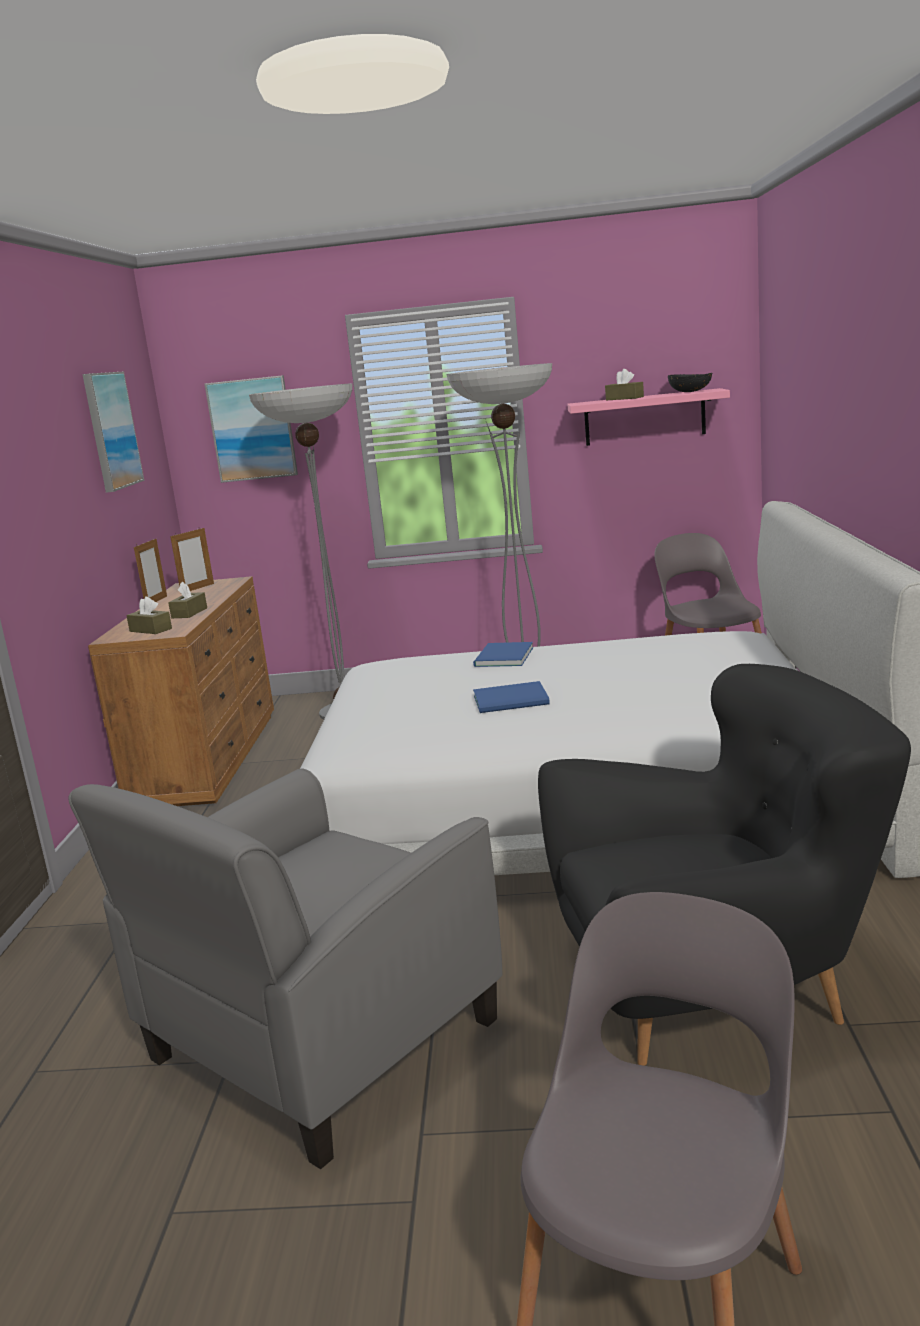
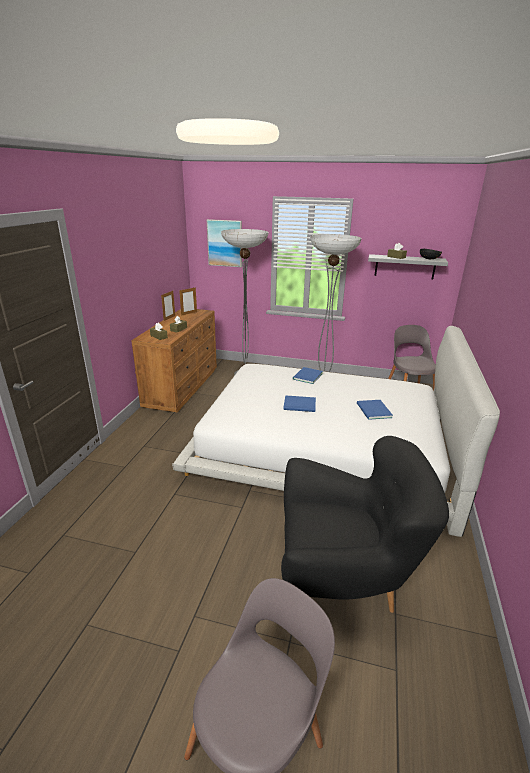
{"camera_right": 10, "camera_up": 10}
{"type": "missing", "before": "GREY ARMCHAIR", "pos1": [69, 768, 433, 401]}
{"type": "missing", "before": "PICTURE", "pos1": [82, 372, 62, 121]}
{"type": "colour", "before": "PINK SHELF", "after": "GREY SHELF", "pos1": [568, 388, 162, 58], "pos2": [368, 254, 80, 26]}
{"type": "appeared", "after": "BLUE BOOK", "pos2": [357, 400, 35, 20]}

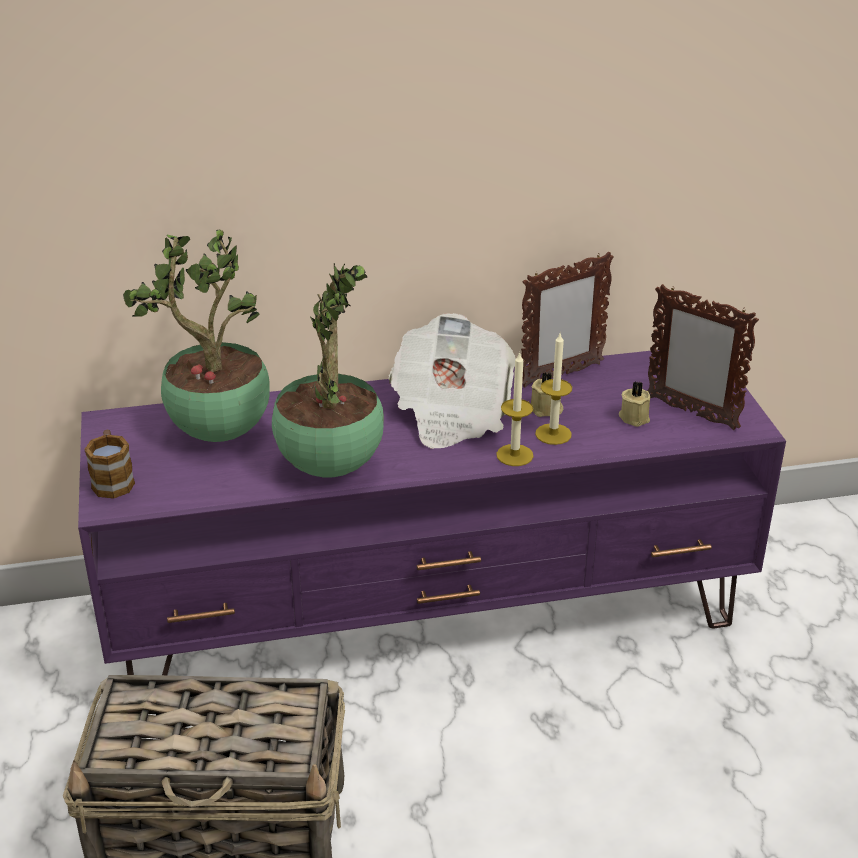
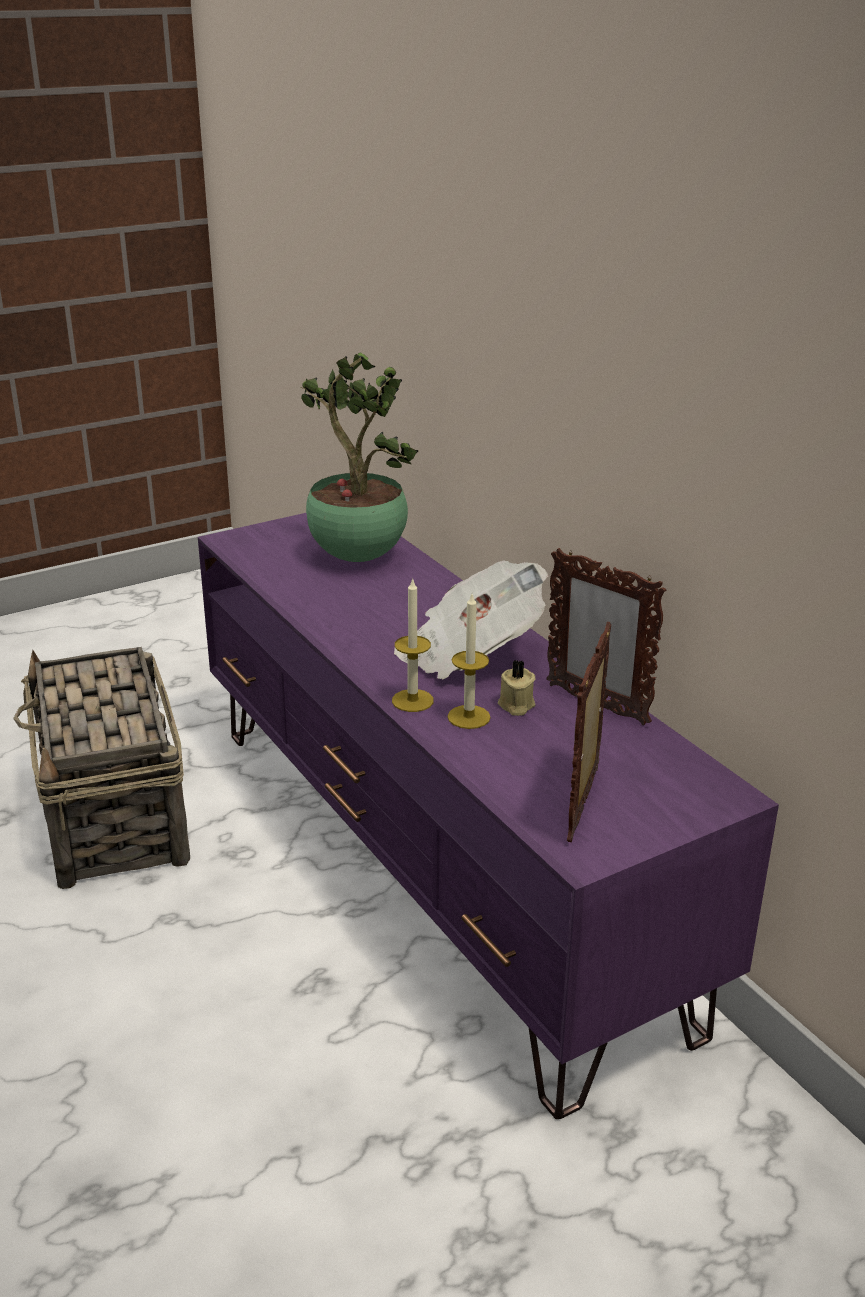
{"camera_right": 70, "camera_up": -5}
{"type": "missing", "before": "MUG", "pos1": [84, 430, 51, 69]}
{"type": "missing", "before": "POTTED PLANT", "pos1": [272, 263, 112, 214]}
{"type": "missing", "before": "BEIGE CANDLE", "pos1": [619, 381, 31, 46]}

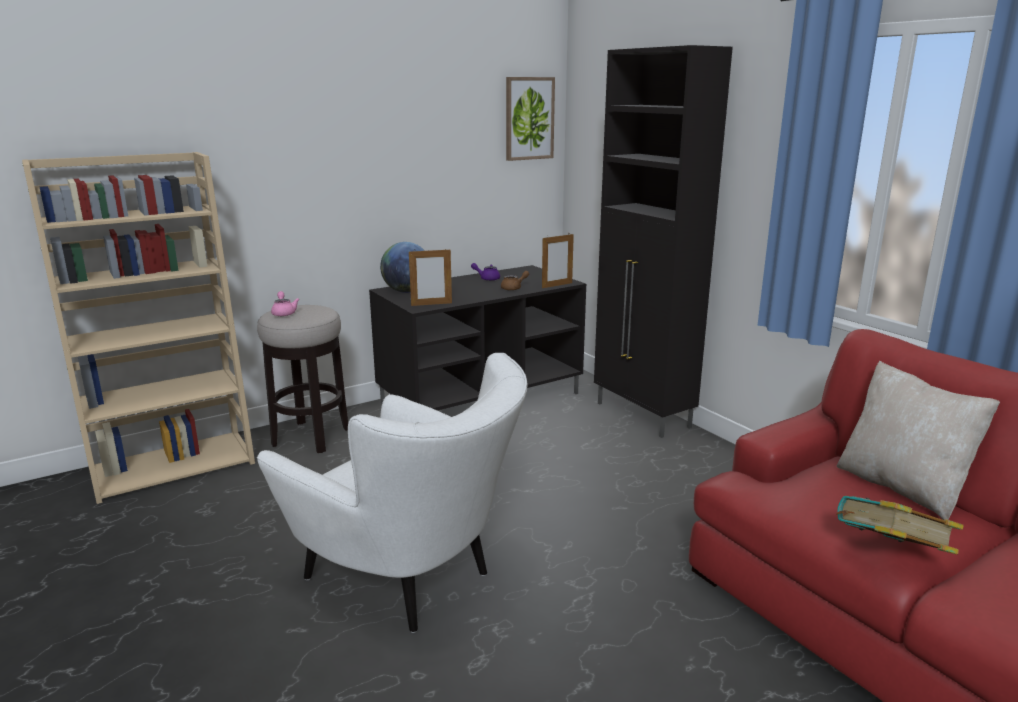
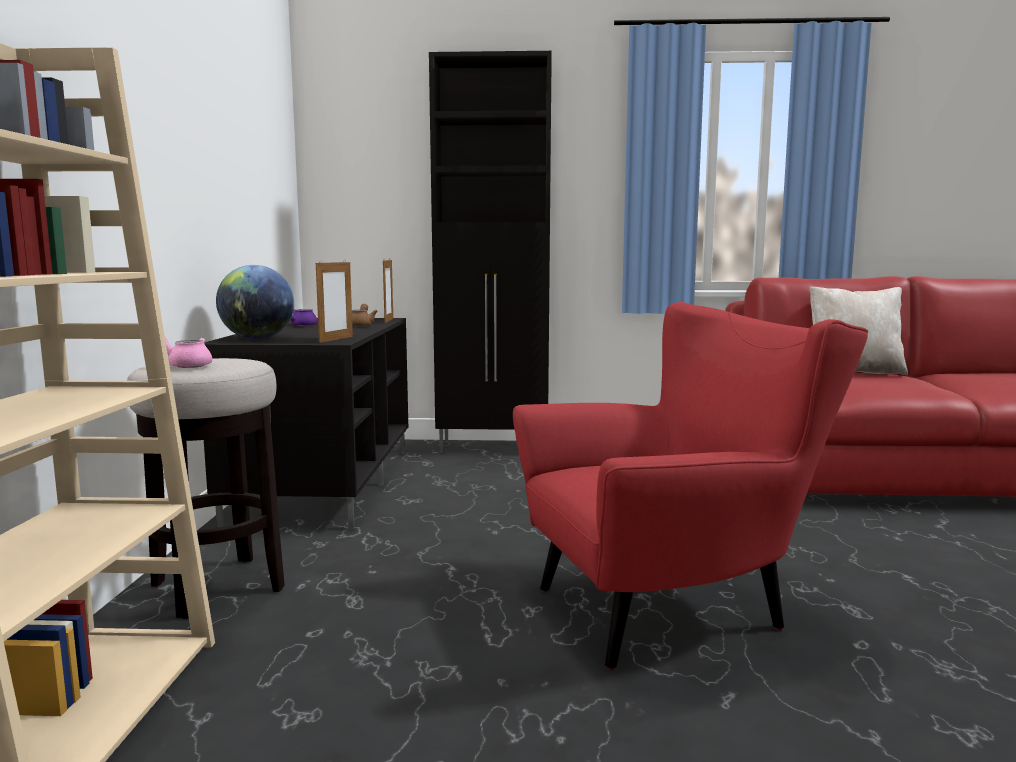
{"camera_right": -55, "camera_up": -10}
{"type": "colour", "before": "WHITE ARMCHAIR", "after": "RED ARMCHAIR", "pos1": [257, 353, 271, 280], "pos2": [513, 302, 355, 368]}
{"type": "missing", "before": "PICTURE", "pos1": [506, 77, 49, 84]}
{"type": "missing", "before": "BOOK", "pos1": [836, 496, 128, 59]}

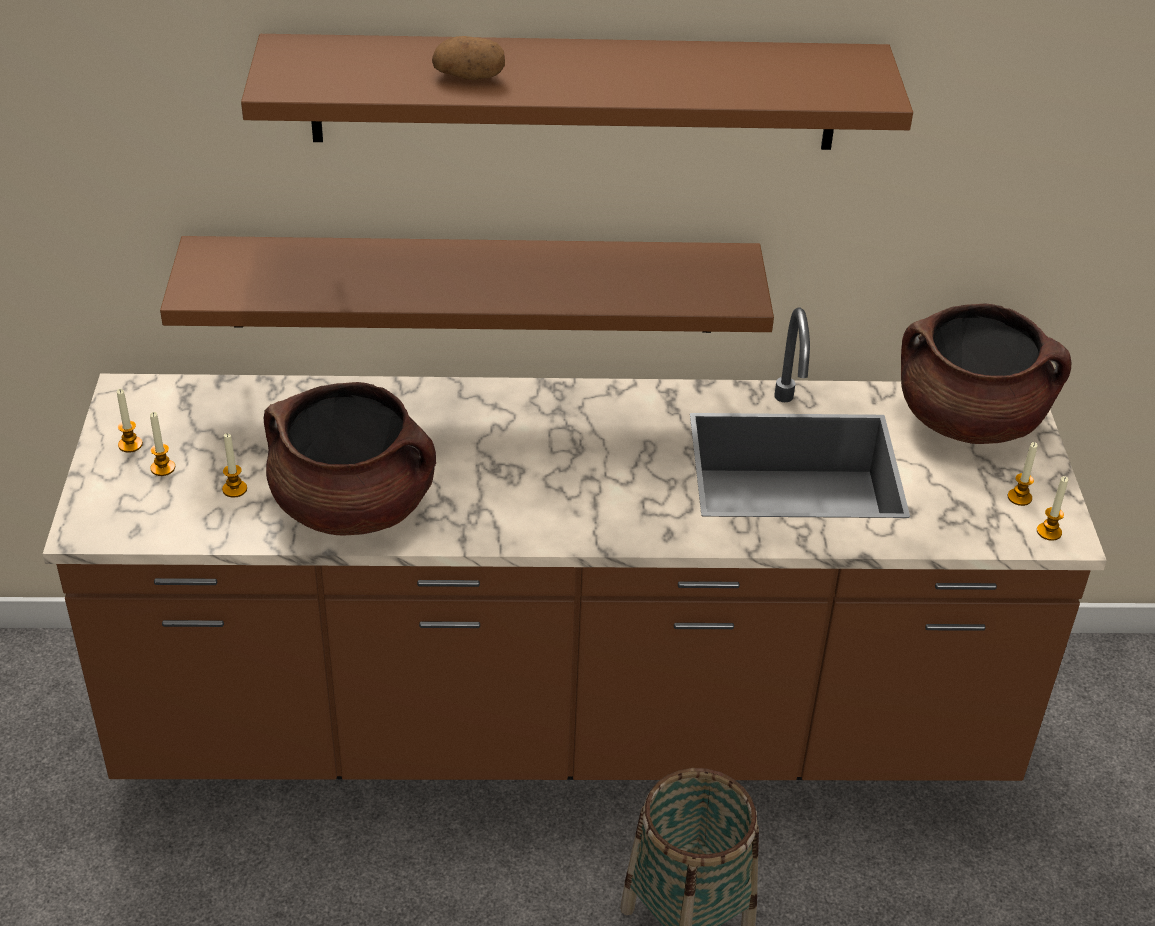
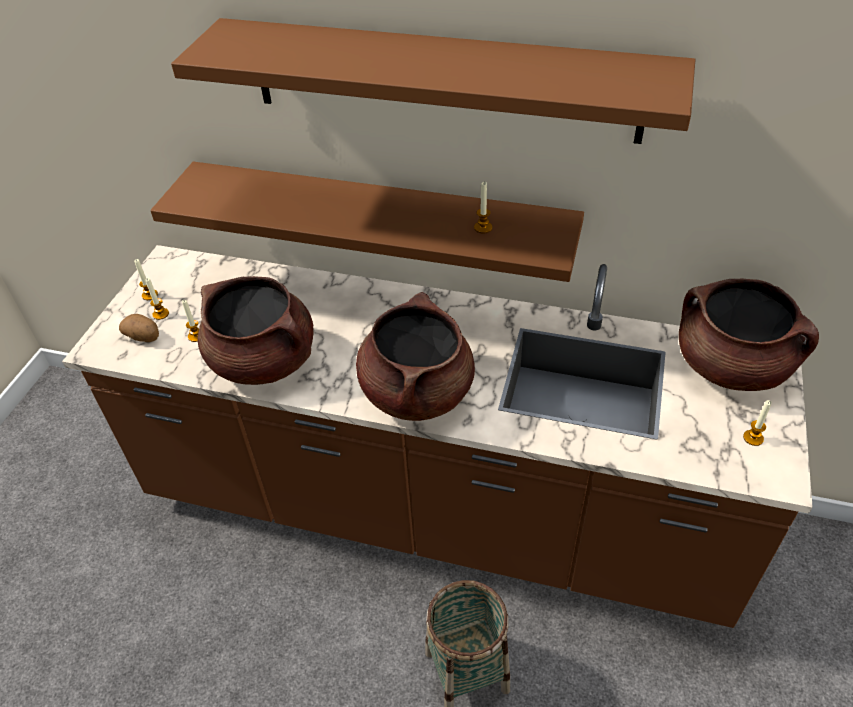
{"camera_right": 20, "camera_up": 5}
{"type": "relocated", "before": "POTATO", "pos1": [432, 36, 73, 44], "pos2": [119, 314, 40, 28]}
{"type": "relocated", "before": "CANDLE", "pos1": [1037, 476, 31, 65], "pos2": [474, 182, 18, 52]}
{"type": "appeared", "after": "BROWN COOKING POT", "pos2": [356, 292, 119, 129]}

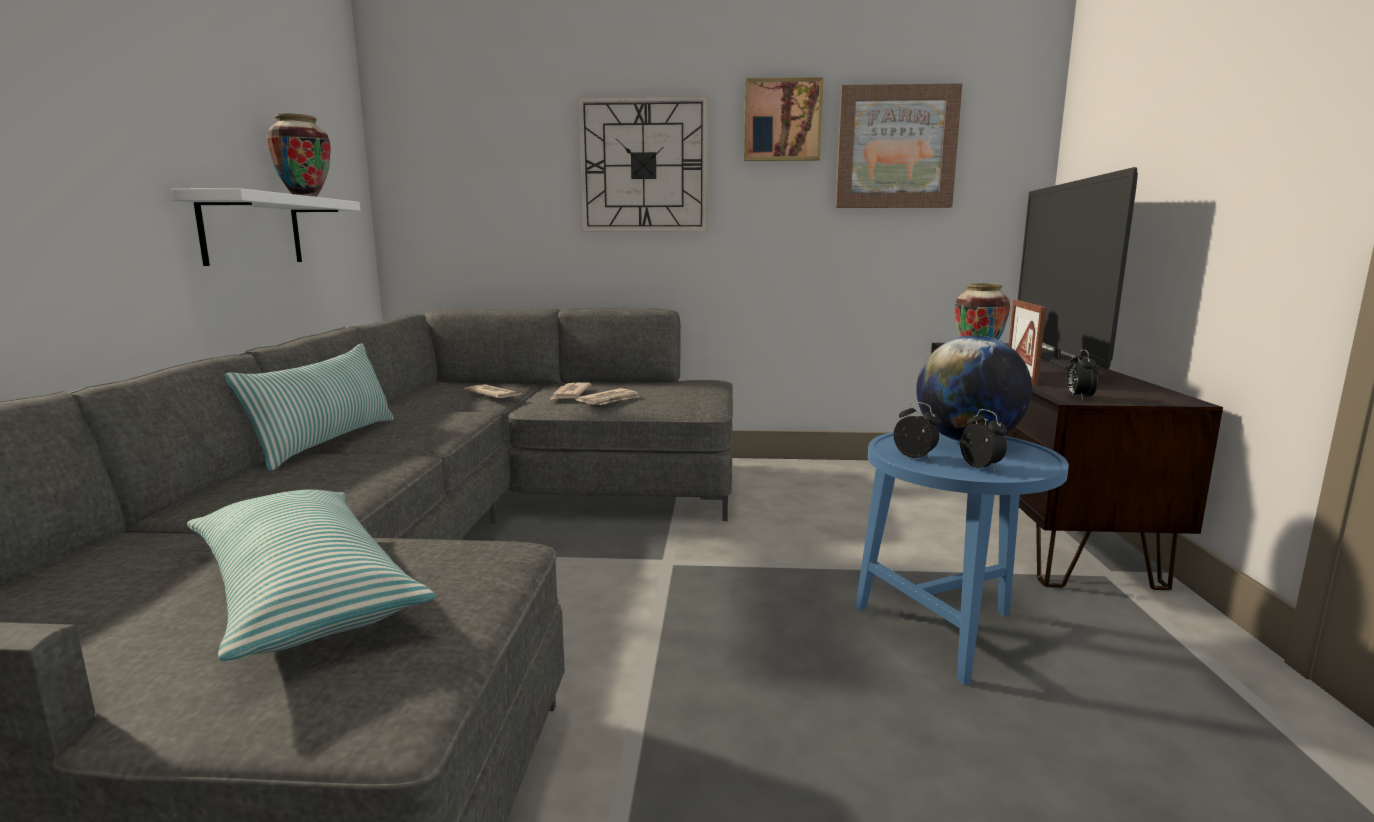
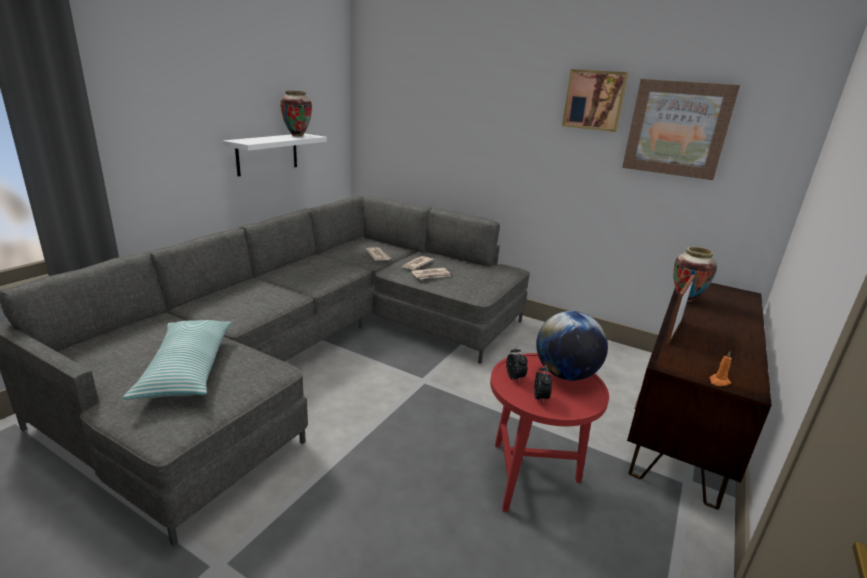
{"camera_right": 25, "camera_up": 10}
{"type": "missing", "before": "PILLOW", "pos1": [224, 343, 170, 128]}
{"type": "missing", "before": "WALL CLOCK", "pos1": [578, 96, 130, 135]}
{"type": "colour", "before": "BLUE SIDE TABLE", "after": "RED SIDE TABLE", "pos1": [855, 432, 214, 253], "pos2": [490, 353, 119, 159]}
{"type": "missing", "before": "TELEVISION", "pos1": [1018, 167, 120, 202]}
{"type": "missing", "before": "ALARM CLOCK", "pos1": [1066, 349, 32, 51]}
{"type": "appeared", "after": "ORANGE CANDLE", "pos2": [710, 351, 22, 35]}

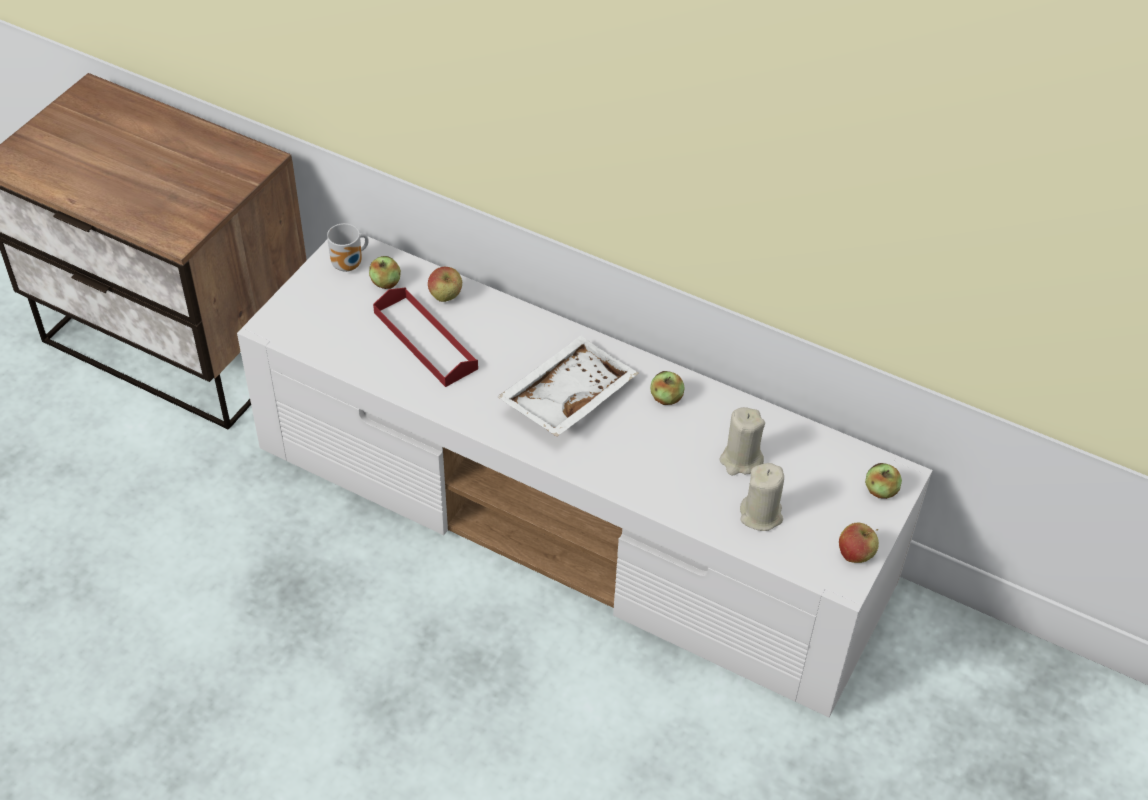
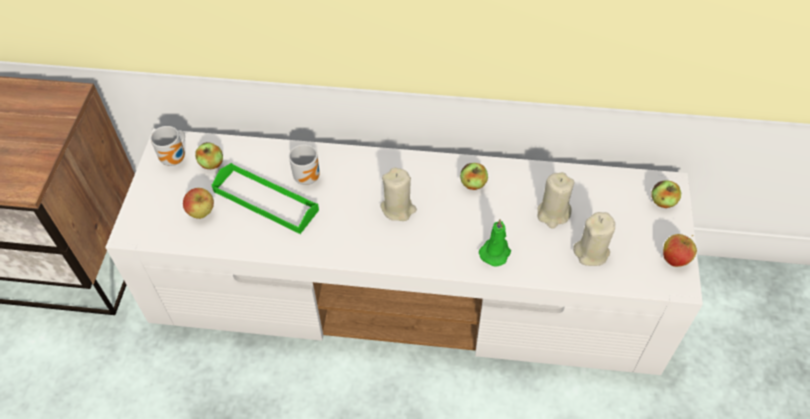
{"camera_right": -20, "camera_up": 5}
{"type": "colour", "before": "RED TRAY", "after": "GREEN TRAY", "pos1": [373, 287, 105, 100], "pos2": [212, 163, 107, 71]}
{"type": "relocated", "before": "APPLE", "pos1": [428, 267, 34, 35], "pos2": [183, 188, 31, 31]}
{"type": "exchanged", "before": "WHITE TRAY", "after": "BEIGE CANDLE", "pos1": [497, 335, 142, 102], "pos2": [380, 168, 37, 53]}
{"type": "appeared", "after": "MUG", "pos2": [289, 144, 31, 41]}
{"type": "appeared", "after": "GREEN CANDLE", "pos2": [479, 219, 32, 47]}

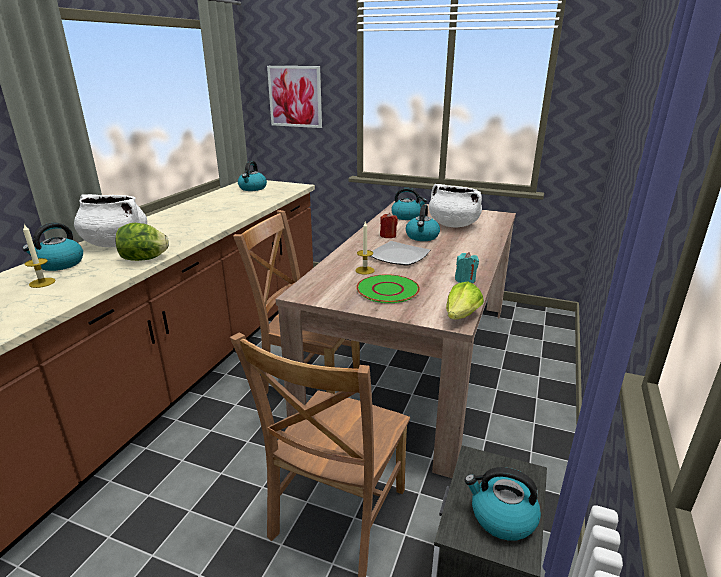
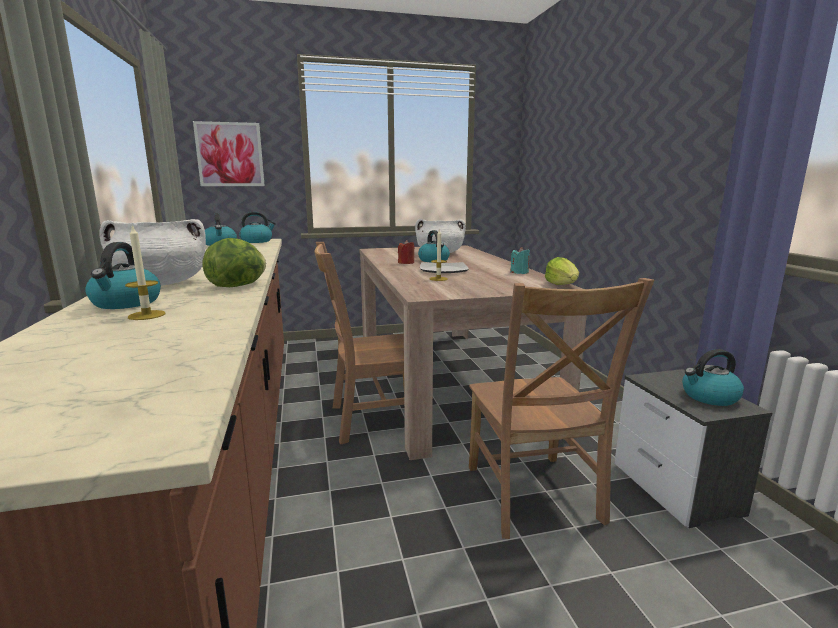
{"camera_right": -35, "camera_up": -10}
{"type": "missing", "before": "GREEN PLATE", "pos1": [356, 274, 64, 29]}
{"type": "relocated", "before": "KETTLE", "pos1": [391, 188, 36, 32], "pos2": [239, 212, 37, 31]}

